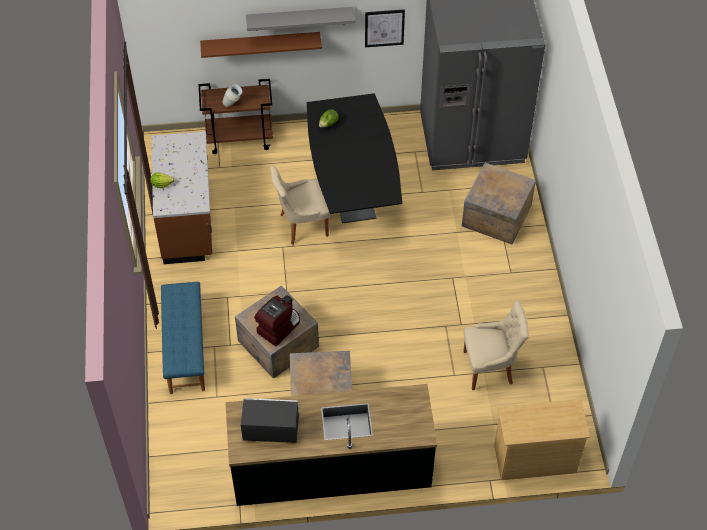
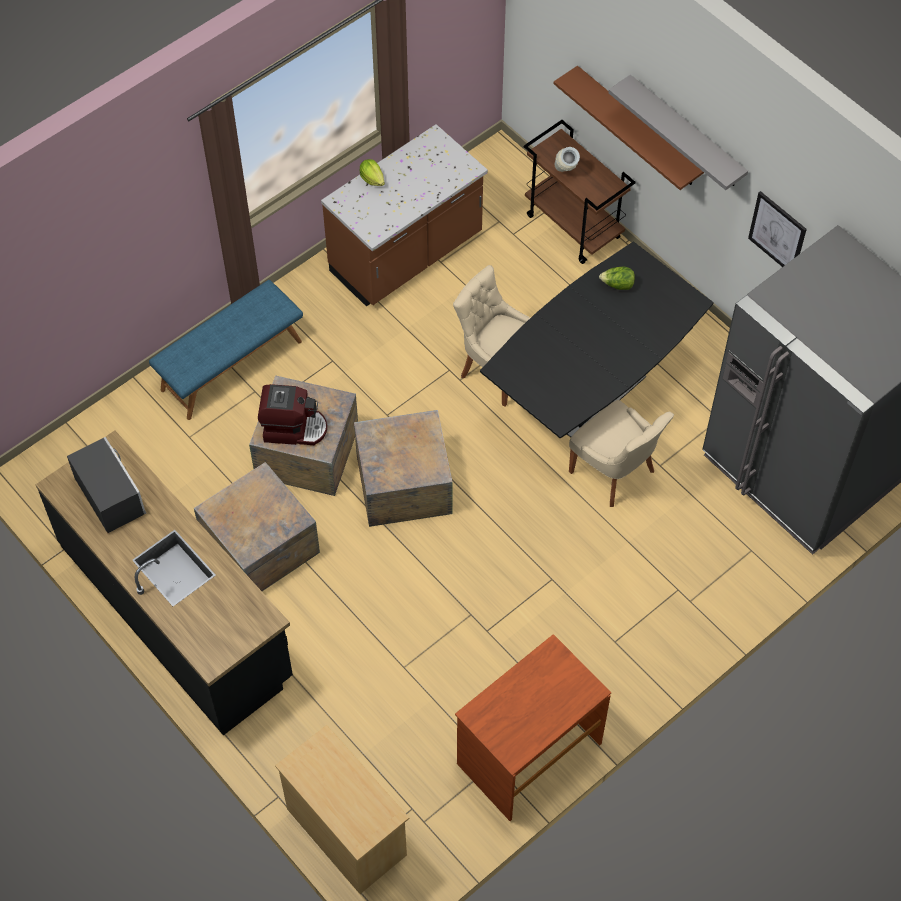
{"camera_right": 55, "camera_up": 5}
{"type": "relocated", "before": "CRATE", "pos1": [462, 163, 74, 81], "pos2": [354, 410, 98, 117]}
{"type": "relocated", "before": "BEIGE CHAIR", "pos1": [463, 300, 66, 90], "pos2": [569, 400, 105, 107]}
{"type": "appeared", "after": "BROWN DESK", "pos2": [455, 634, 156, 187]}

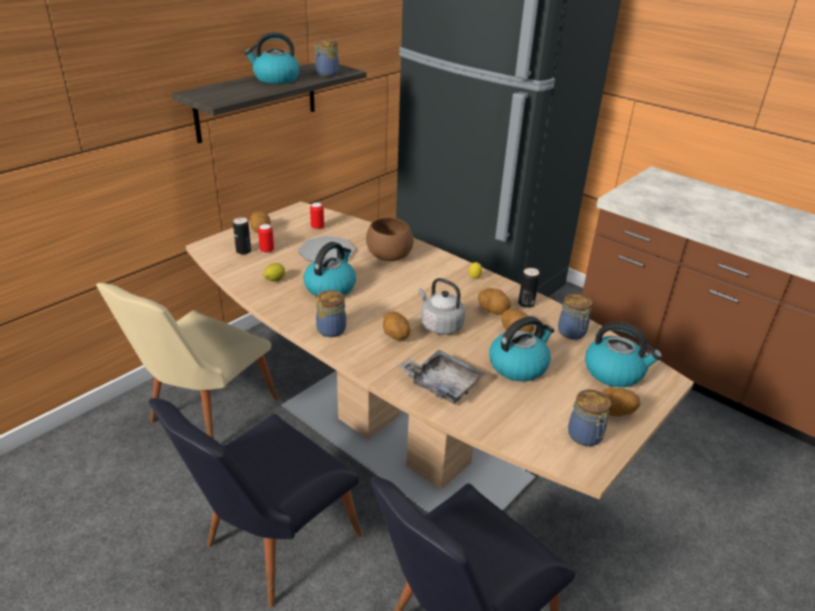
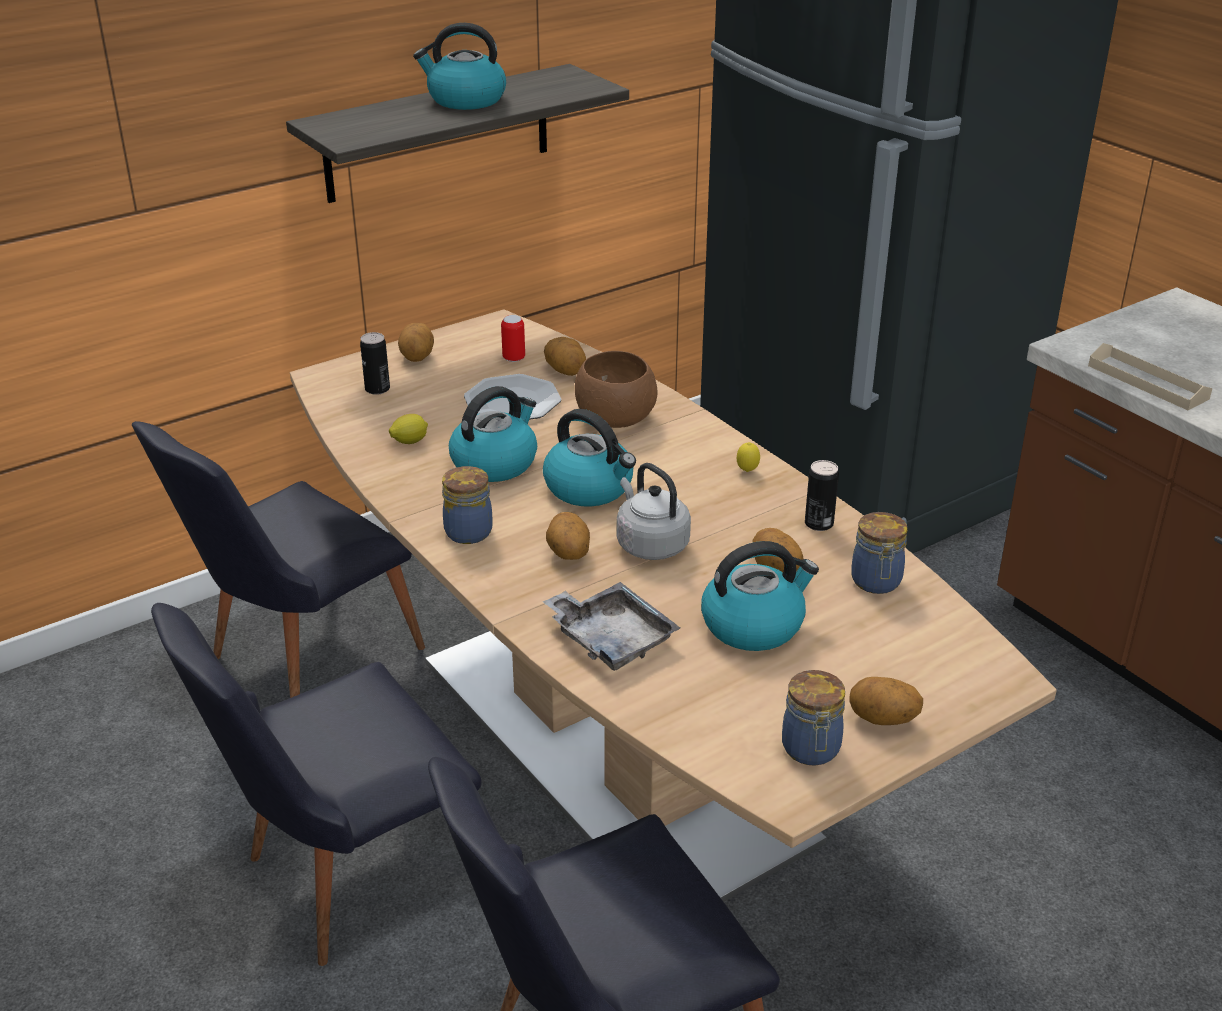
{"camera_right": 15, "camera_up": 0}
{"type": "colour", "before": "BEIGE CHAIR", "after": "BLACK CHAIR", "pos1": [96, 283, 182, 156], "pos2": [132, 421, 293, 277]}
{"type": "missing", "before": "CAN", "pos1": [258, 224, 16, 29]}
{"type": "missing", "before": "JAR", "pos1": [313, 40, 26, 37]}
{"type": "relocated", "before": "POTATO", "pos1": [478, 288, 33, 27], "pos2": [544, 337, 42, 39]}
{"type": "relocated", "before": "KETTLE", "pos1": [585, 322, 77, 65], "pos2": [543, 409, 93, 98]}
{"type": "appeared", "after": "BEIGE TRAY", "pos2": [1088, 343, 125, 67]}

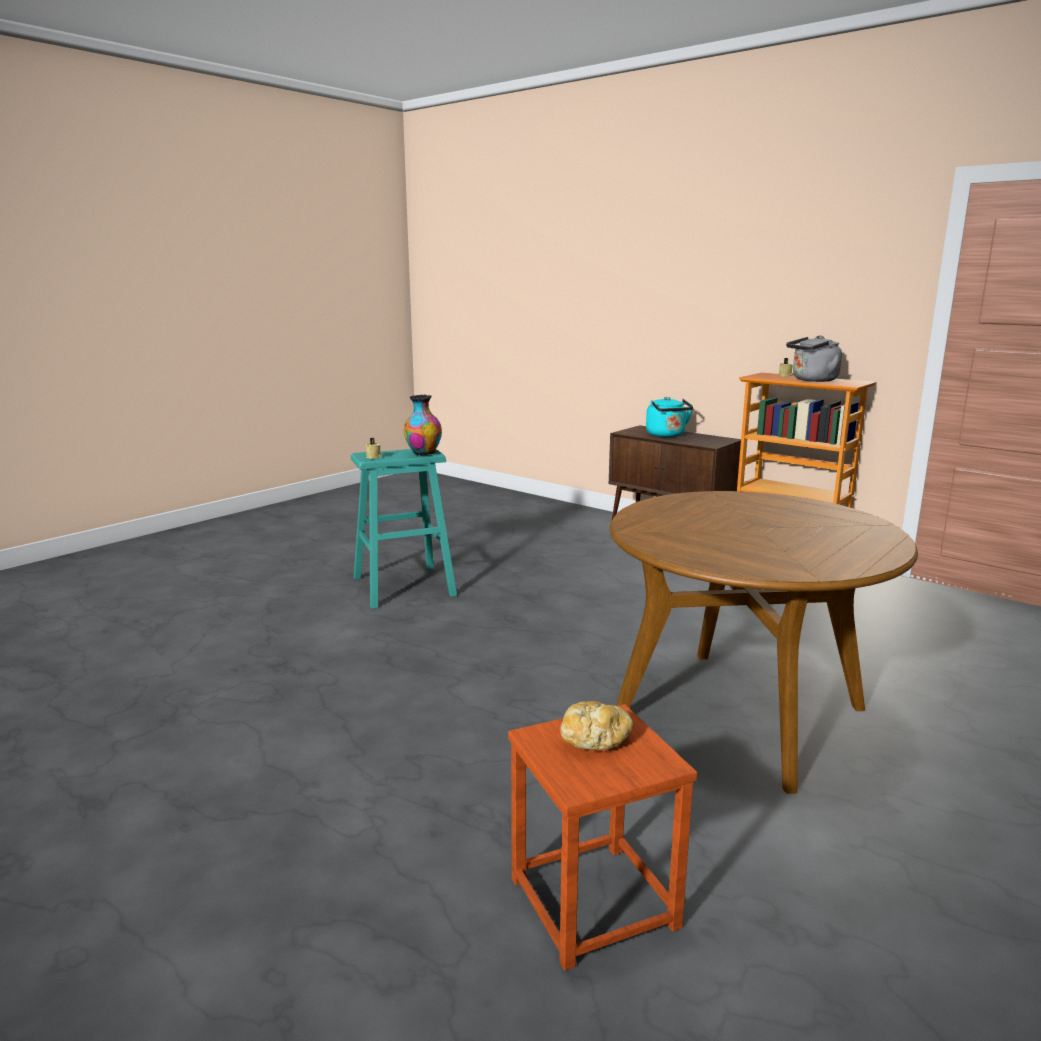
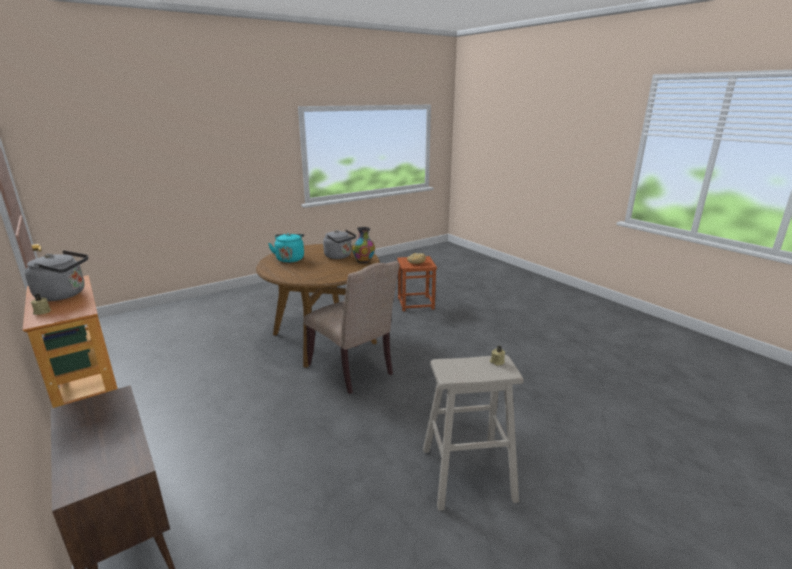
{"camera_right": -165, "camera_up": 5}
{"type": "colour", "before": "TURQUOISE STOOL", "after": "BEIGE STOOL", "pos1": [351, 449, 106, 160], "pos2": [423, 355, 101, 156]}
{"type": "relocated", "before": "VASE", "pos1": [404, 394, 38, 62], "pos2": [352, 227, 23, 36]}
{"type": "relocated", "before": "TURQUOISE KETTLE", "pos1": [646, 397, 47, 40], "pos2": [268, 233, 36, 30]}
{"type": "appeared", "after": "BEIGE CHAIR", "pos2": [304, 261, 95, 133]}
{"type": "appeared", "after": "GREY KETTLE", "pos2": [323, 230, 33, 29]}

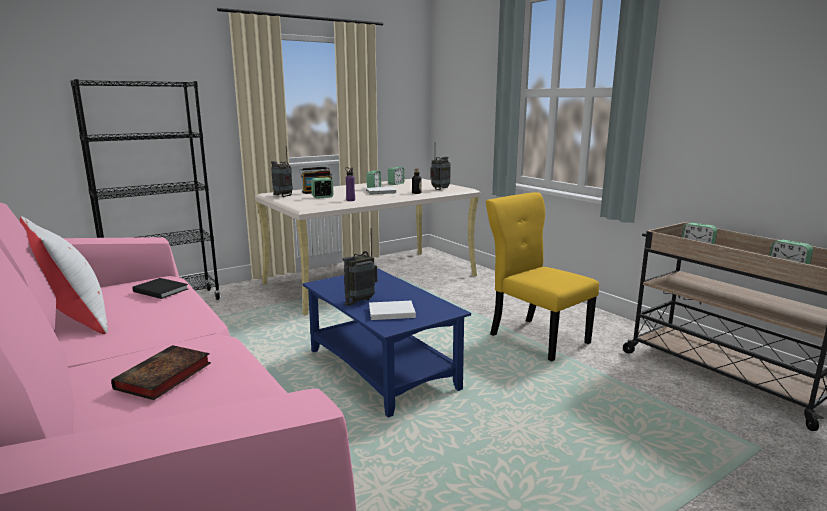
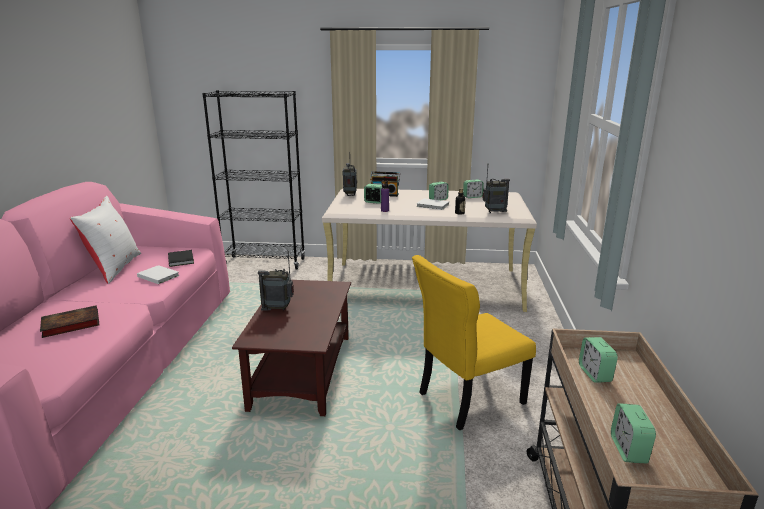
{"camera_right": 40, "camera_up": 5}
{"type": "colour", "before": "BLUE COFFEE TABLE", "after": "BROWN COFFEE TABLE", "pos1": [302, 268, 169, 150], "pos2": [232, 280, 119, 136]}
{"type": "relocated", "before": "WHITE BOOK", "pos1": [369, 301, 47, 19], "pos2": [137, 265, 43, 19]}
{"type": "spun", "before": "YELLOW CHAIR", "pos1": [486, 192, 113, 169], "pos2": [412, 255, 124, 175], "turn": -120}

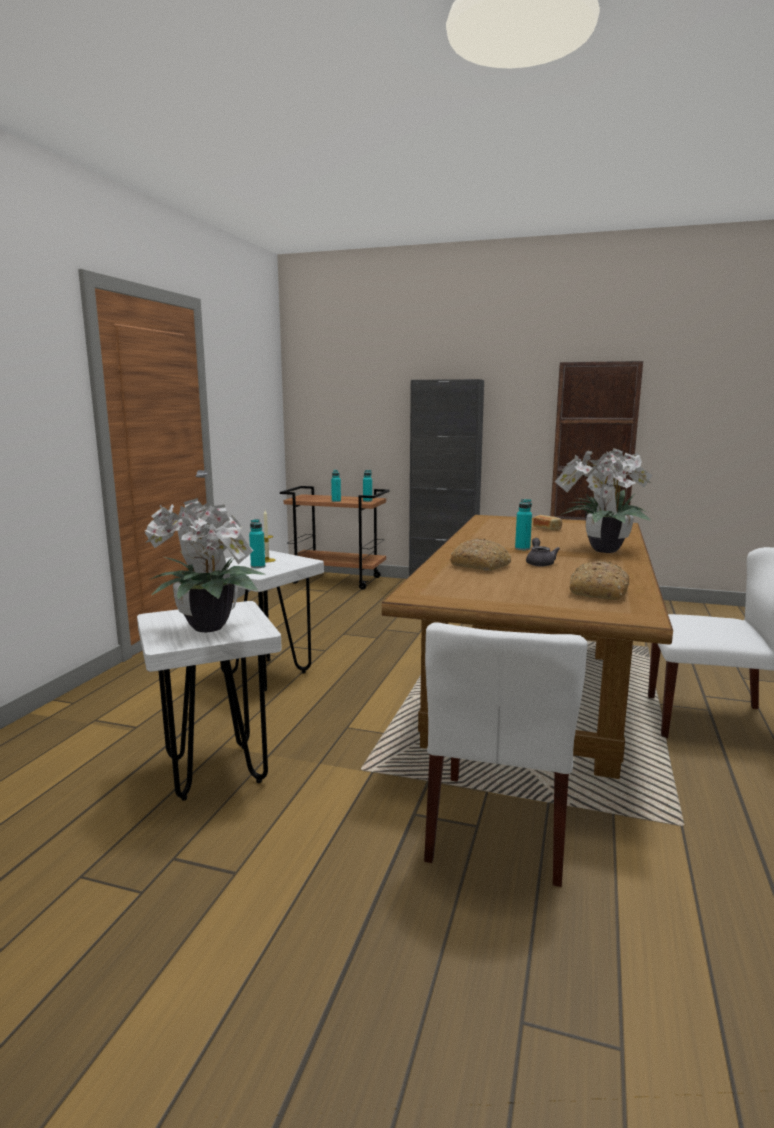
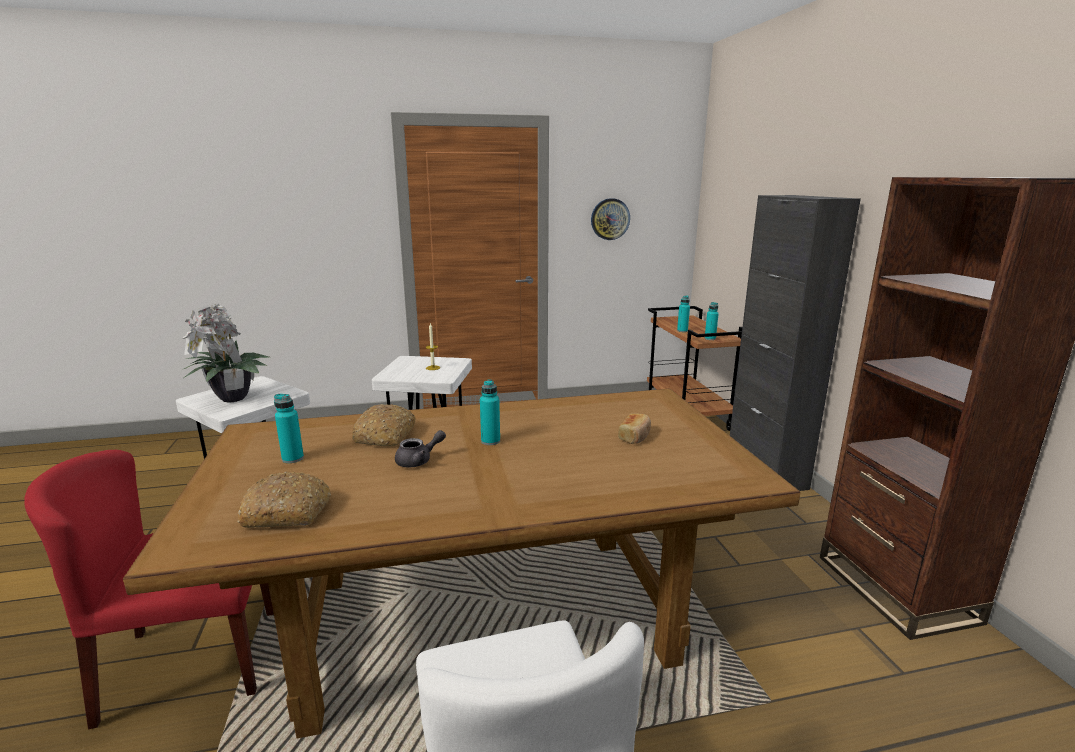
{"camera_right": 60, "camera_up": 5}
{"type": "relocated", "before": "TURQUOISE BOTTLE", "pos1": [249, 519, 16, 49], "pos2": [274, 394, 30, 69]}
{"type": "colour", "before": "WHITE CHAIR", "after": "RED CHAIR", "pos1": [424, 622, 164, 265], "pos2": [24, 450, 250, 279]}
{"type": "missing", "before": "POTTED PLANT", "pos1": [555, 448, 97, 105]}
{"type": "appeared", "after": "WALL CLOCK", "pos2": [591, 198, 39, 42]}

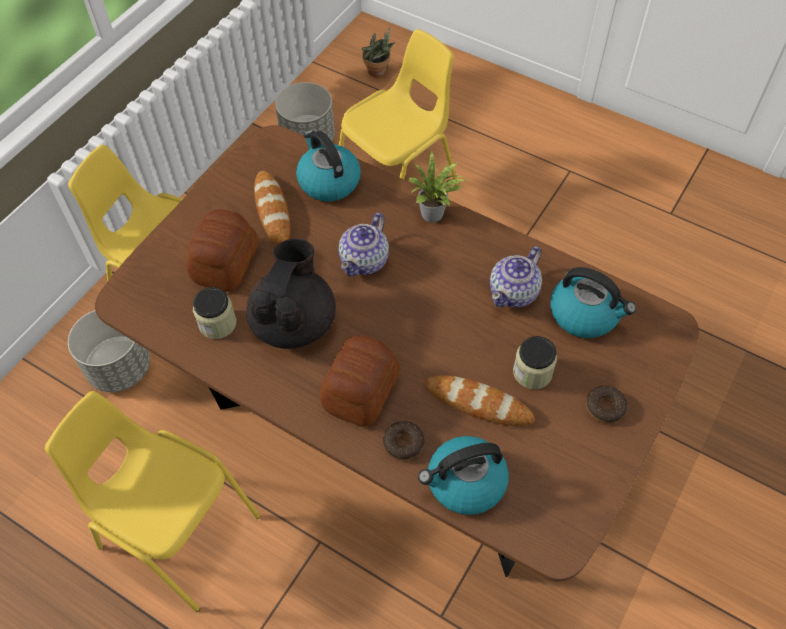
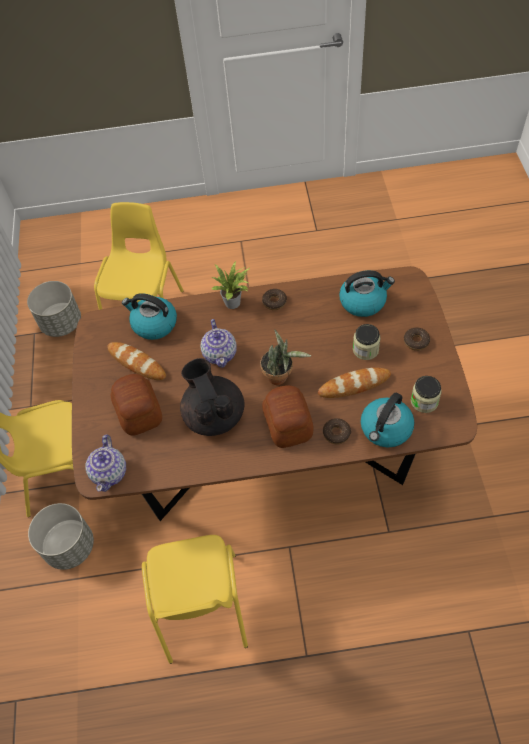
{"camera_right": -35, "camera_up": 0}
{"type": "spun", "before": "YELLOW CHAIR", "pos1": [45, 391, 215, 221], "pos2": [142, 535, 106, 129], "turn": -90}
{"type": "relocated", "before": "JAR", "pos1": [193, 287, 43, 52], "pos2": [411, 376, 31, 37]}
{"type": "relocated", "before": "POTTED PLANT", "pos1": [362, 28, 33, 50], "pos2": [260, 329, 51, 56]}
{"type": "relocated", "before": "TEAPOT", "pos1": [490, 246, 52, 62], "pos2": [86, 435, 40, 57]}
{"type": "appeared", "after": "DONUT", "pos2": [262, 289, 25, 21]}

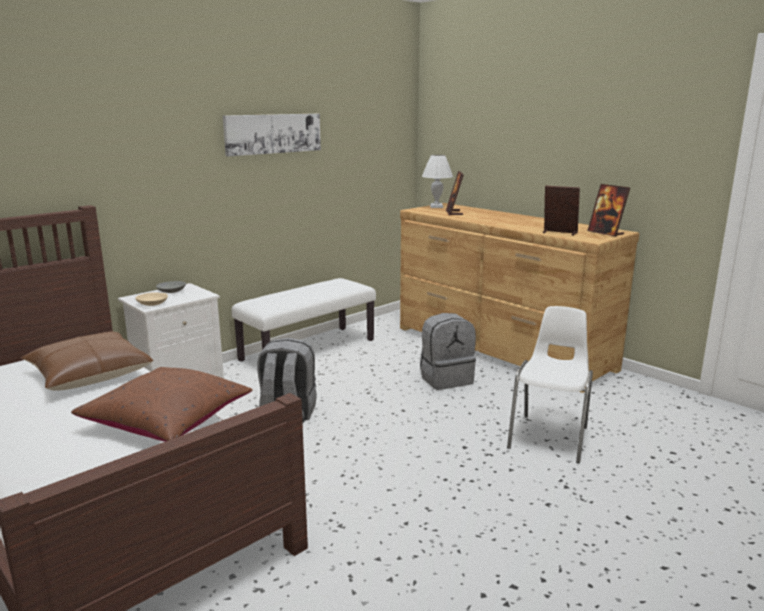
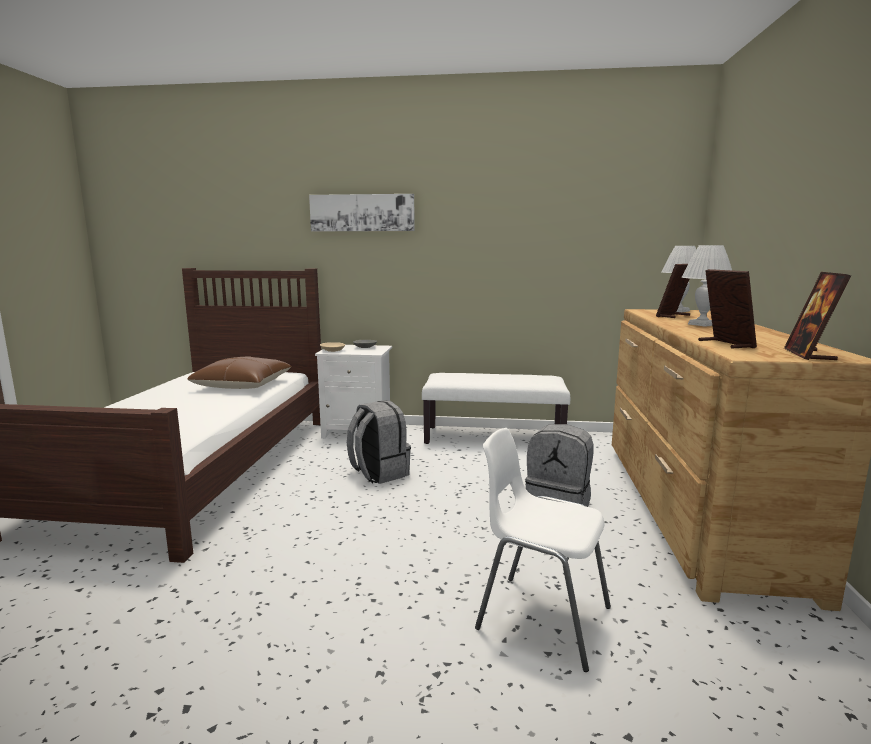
{"camera_right": 50, "camera_up": -5}
{"type": "missing", "before": "BROWN PILLOW", "pos1": [71, 367, 182, 75]}
{"type": "relocated", "before": "PICTURE", "pos1": [223, 114, 98, 42], "pos2": [309, 194, 106, 37]}
{"type": "spun", "before": "WHITE CHAIR", "pos1": [507, 306, 86, 157], "pos2": [475, 428, 136, 244], "turn": -135}
{"type": "appeared", "after": "WHITE TABLE LAMP", "pos2": [681, 245, 51, 82]}

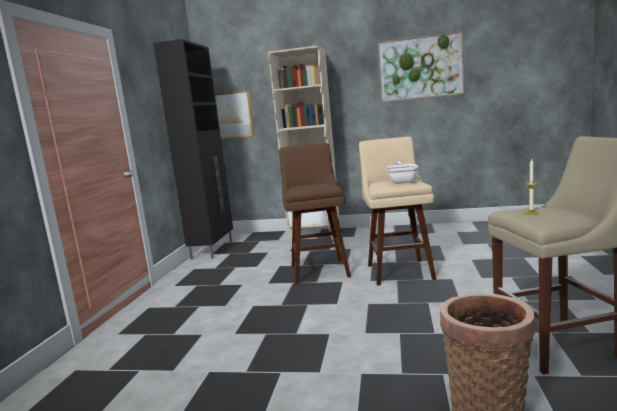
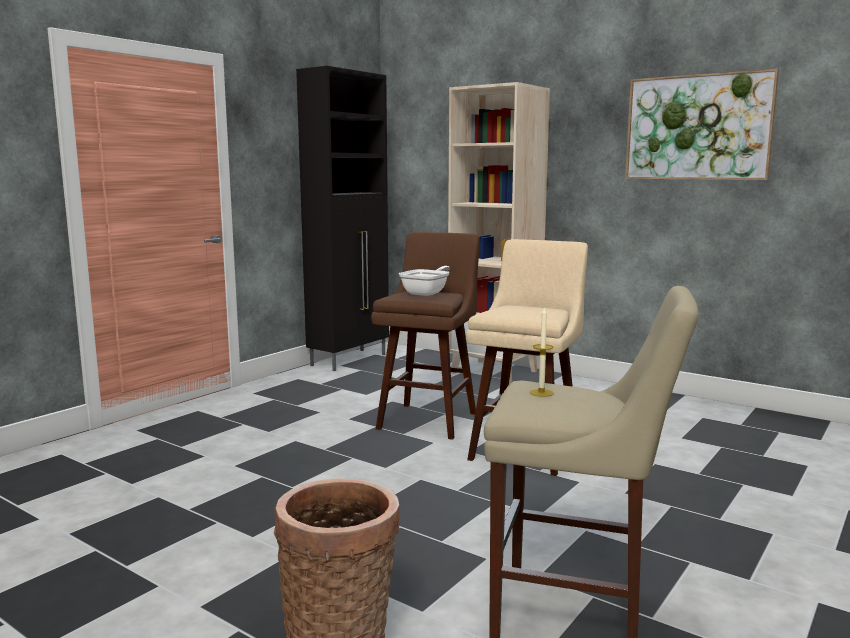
{"camera_right": 25, "camera_up": 0}
{"type": "missing", "before": "PICTURE", "pos1": [215, 90, 40, 49]}
{"type": "relocated", "before": "FRYING PAN", "pos1": [386, 162, 32, 22], "pos2": [399, 266, 51, 30]}

